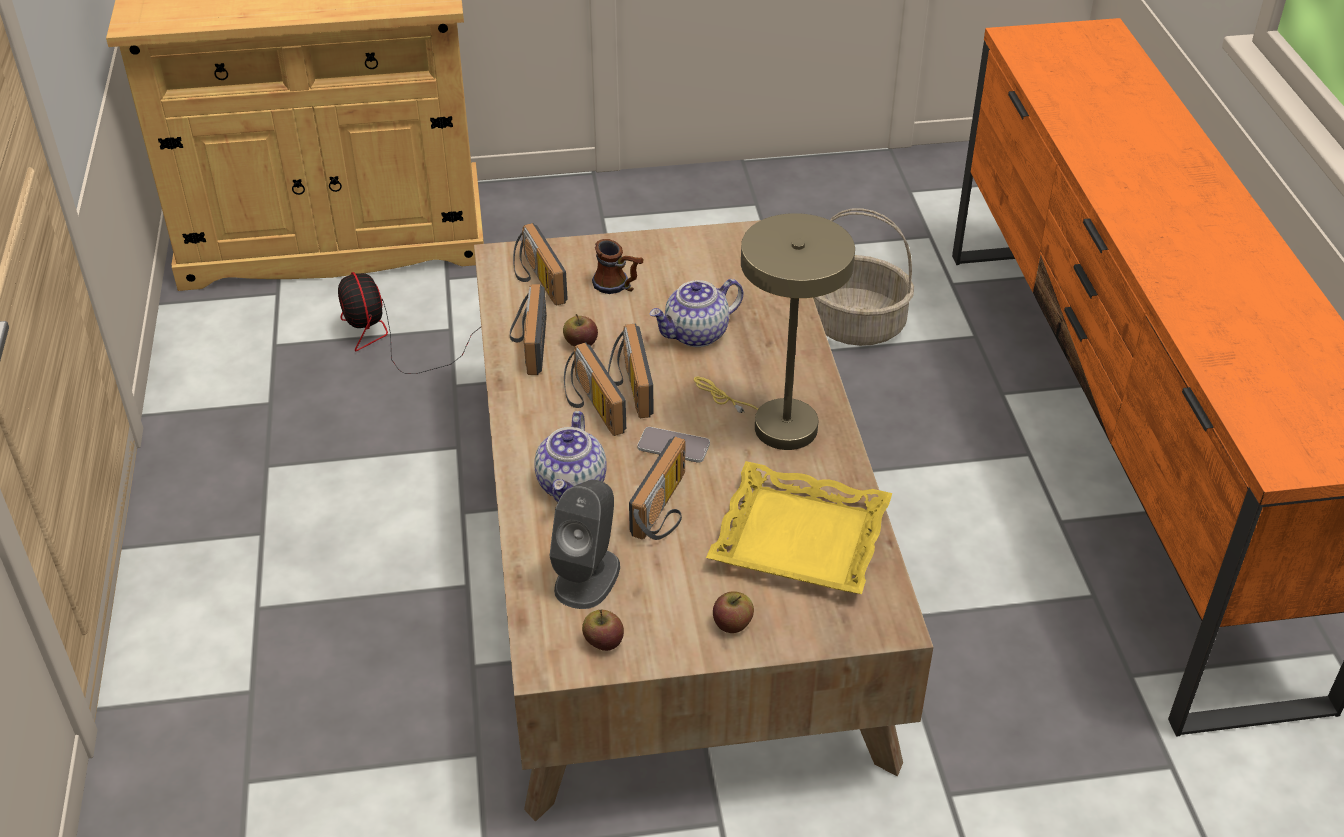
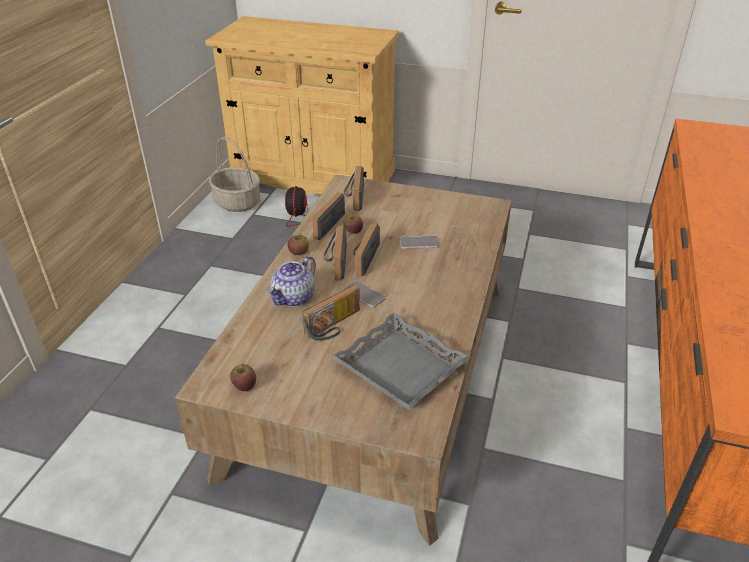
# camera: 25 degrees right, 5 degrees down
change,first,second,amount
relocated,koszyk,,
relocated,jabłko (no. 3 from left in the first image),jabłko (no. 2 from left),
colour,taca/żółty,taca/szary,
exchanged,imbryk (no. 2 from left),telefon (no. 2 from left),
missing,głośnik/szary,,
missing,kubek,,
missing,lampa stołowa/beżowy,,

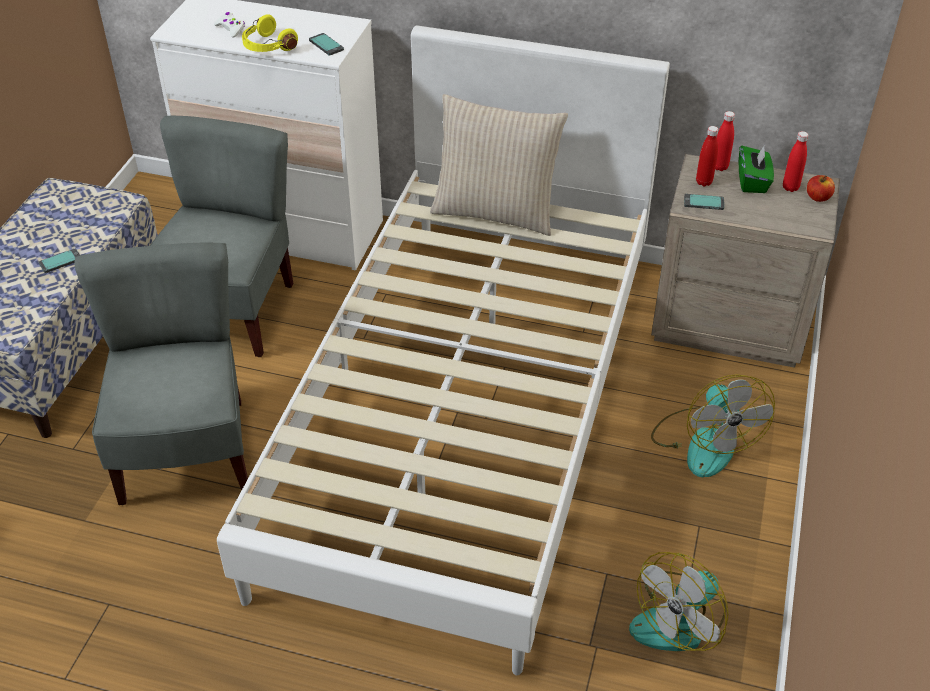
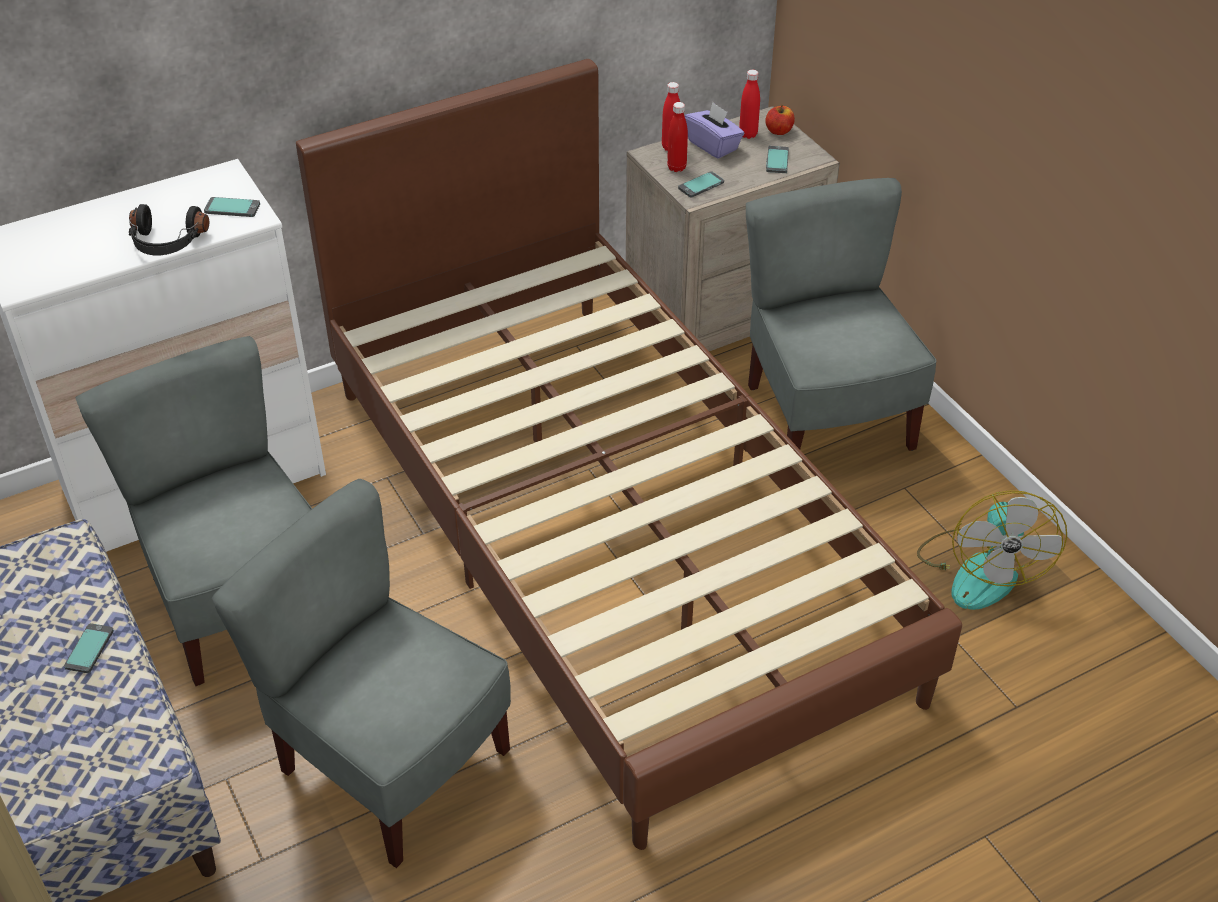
# camera: 45 degrees left, 0 degrees up
change,first,second,amount
colour,słuchawki/żółty,słuchawki/czarny,
colour,łóżko/biały,łóżko/brązowy,
colour,pudełko chusteczek/zielony,pudełko chusteczek/fioletowy,
exchanged,wentylator (no. 2 from left),krzesło/szary (no. 3 from left),
appeared,,telefon (no. 4 from left),
missing,pad do gier/biały,,
missing,poduszka/beżowy,,

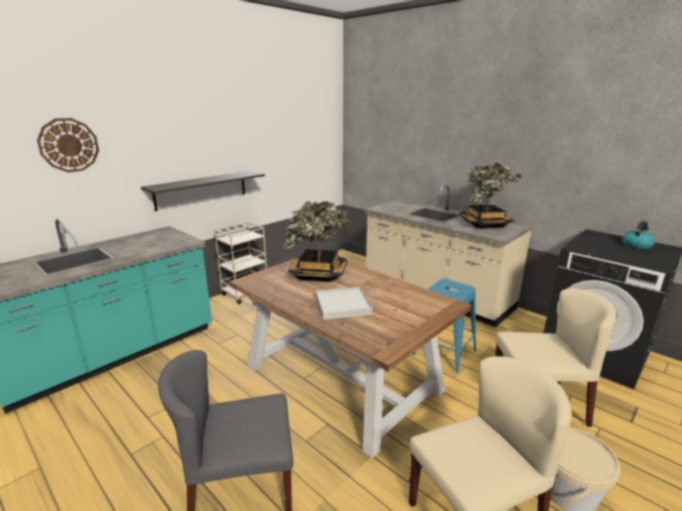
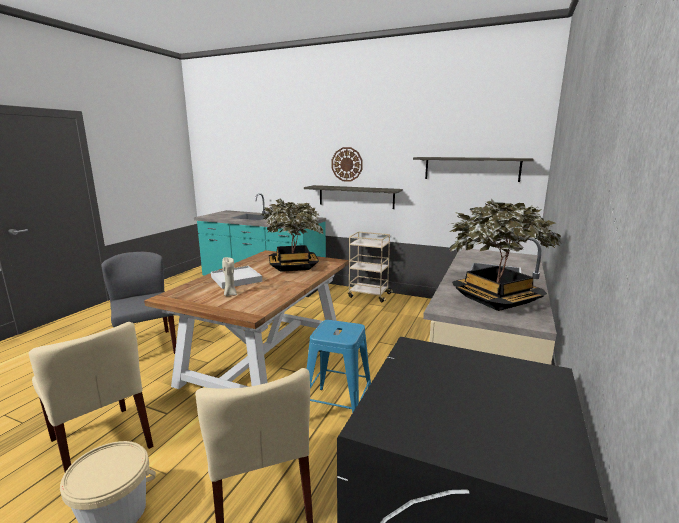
# camera: 70 degrees right, 5 degrees down
change,first,second,amount
appeared,,świeca/beżowy,
relocated,zegar ścienny,,
appeared,,półka (no. 2 from left),
missing,czajnik,,

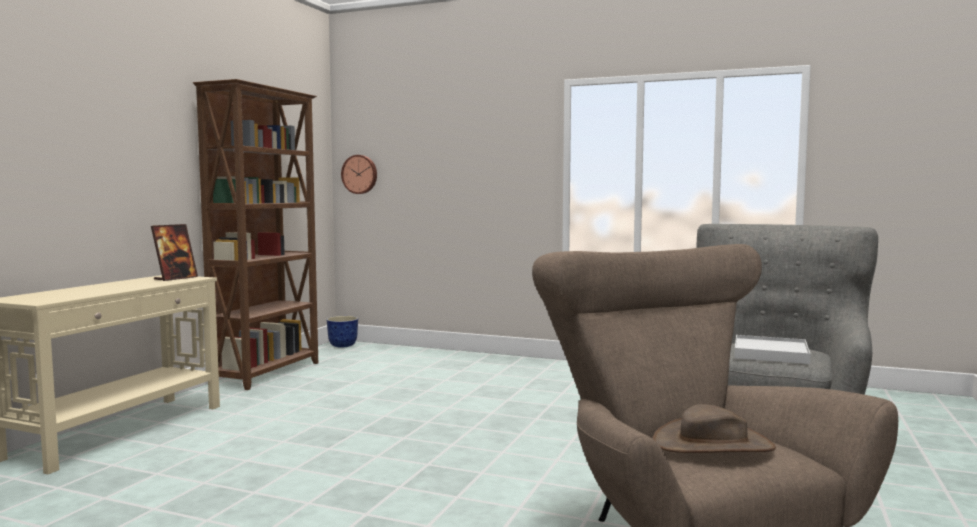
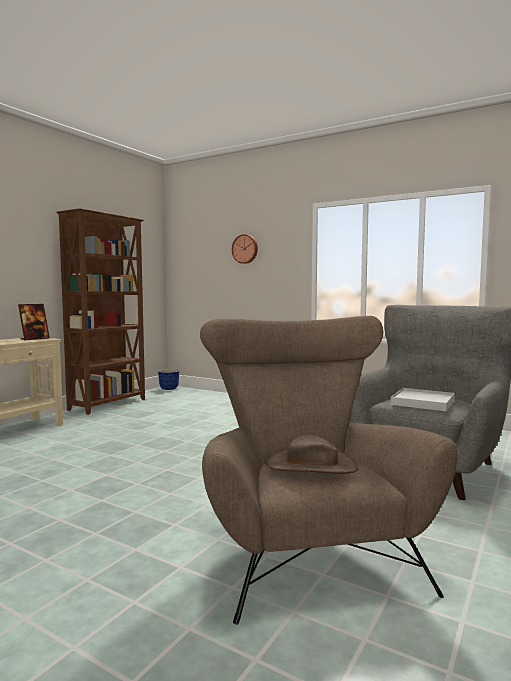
# camera: 10 degrees right, 0 degrees up
change,first,second,amount
relocated,zegar ścienny,,

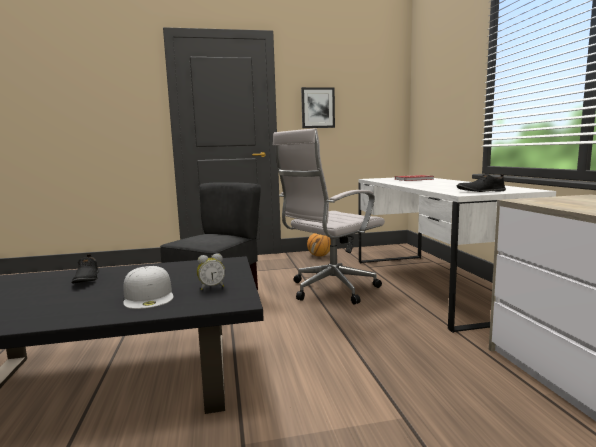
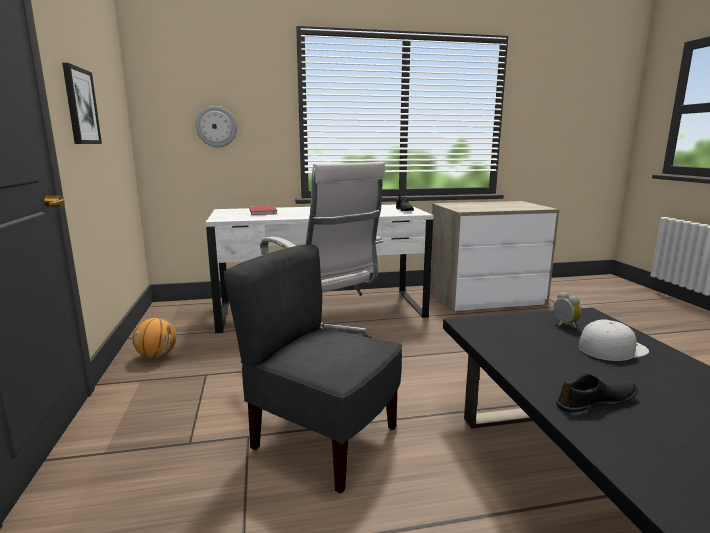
# camera: 90 degrees left, 5 degrees up
change,first,second,amount
appeared,,zegar ścienny,

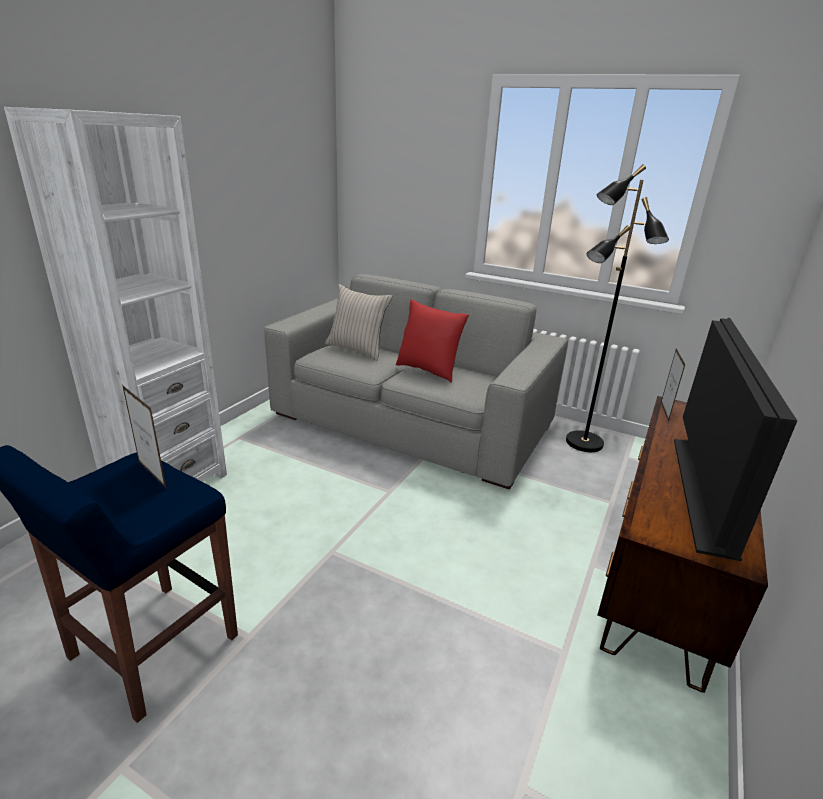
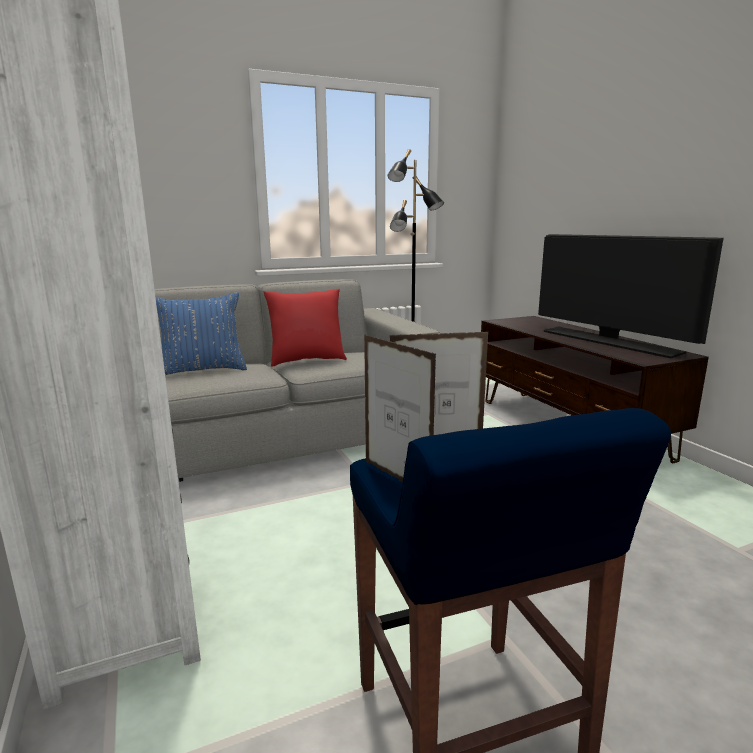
# camera: 50 degrees left, 10 degrees down
change,first,second,amount
colour,poduszka/beżowy,poduszka/niebieski,
relocated,ramka na zdjęcie (no. 2 from left in the first image),ramka na zdjęcie (no. 1 from left),

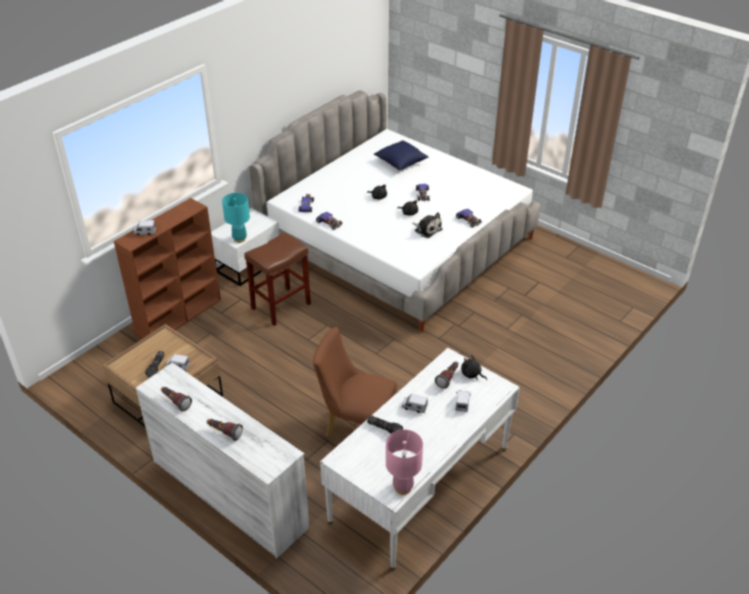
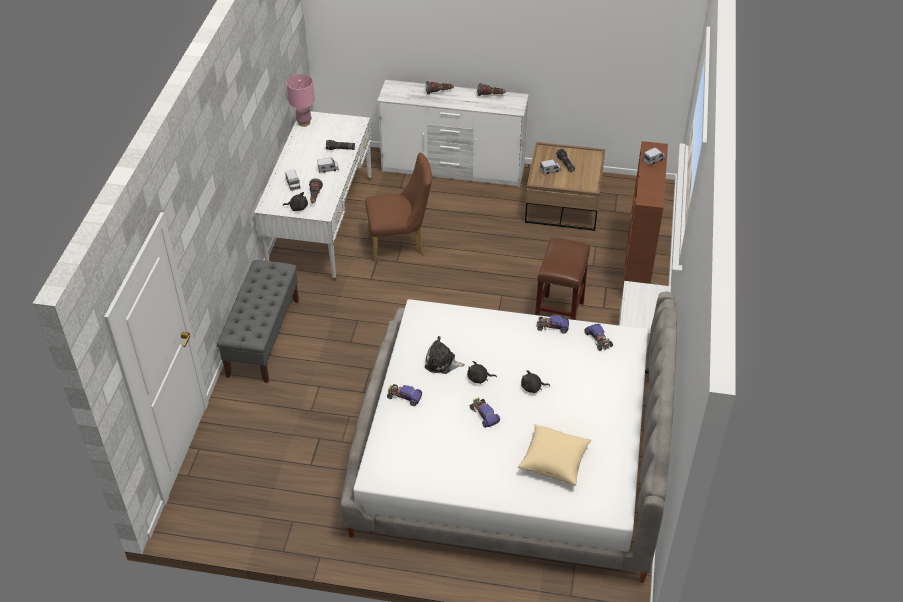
# camera: 150 degrees right, 5 degrees up
change,first,second,amount
appeared,,ławka/szary,
colour,poduszka/niebieski,poduszka/beżowy,
missing,lampa stołowa/turkusowy,,

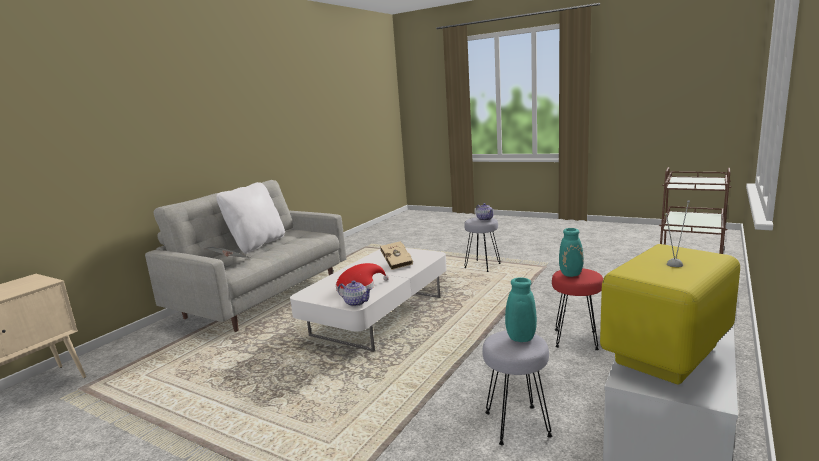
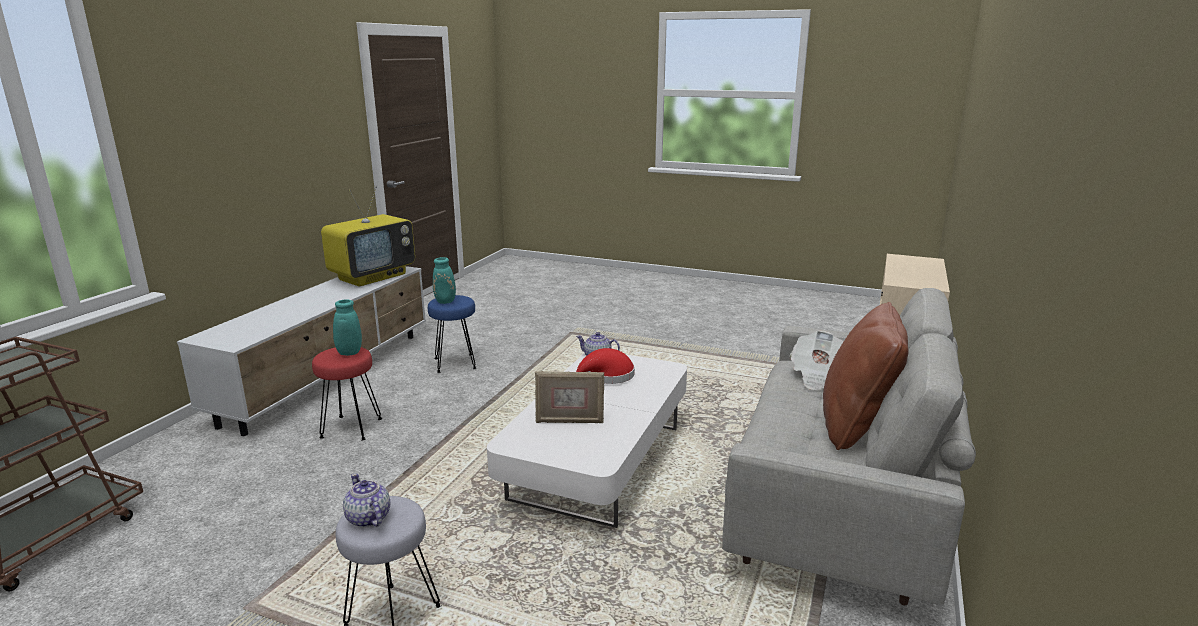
# camera: 170 degrees right, 5 degrees up
change,first,second,amount
colour,stołek/szary (no. 2 from left),stołek/niebieski,
exchanged,książka/beżowy,ramka na zdjęcie,
colour,poduszka/biały,poduszka/brązowy,

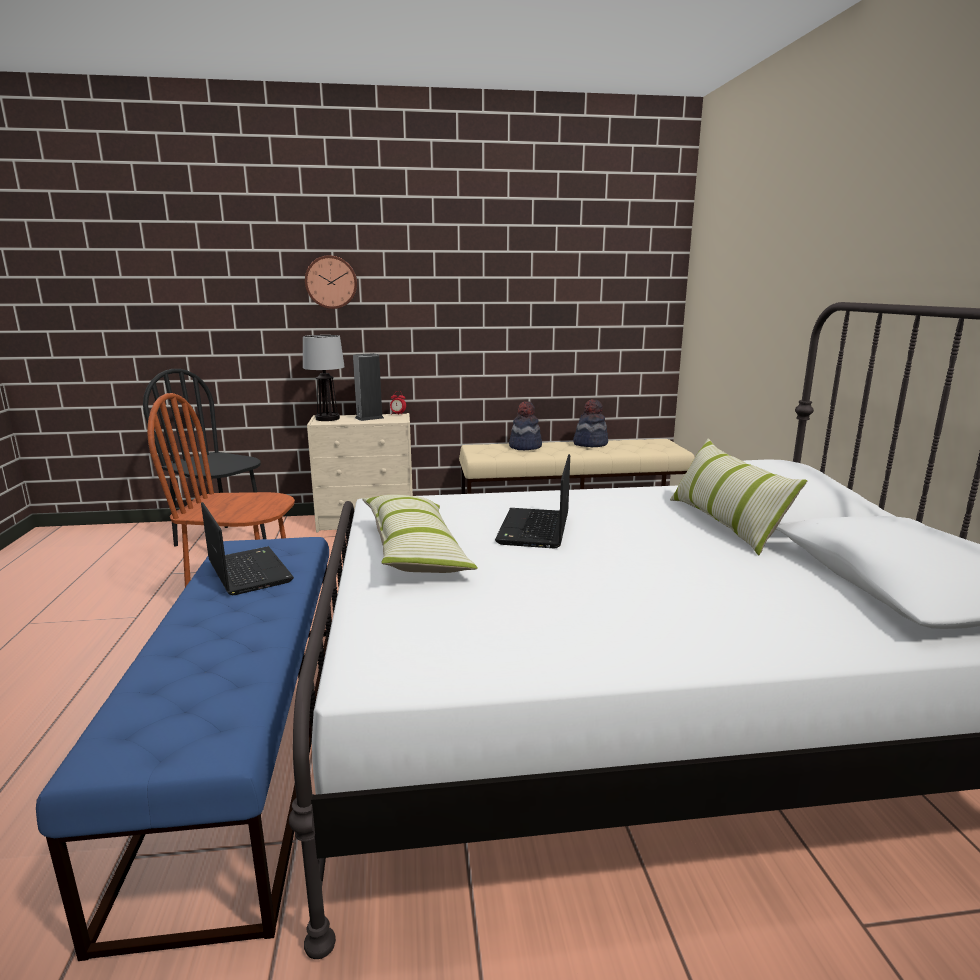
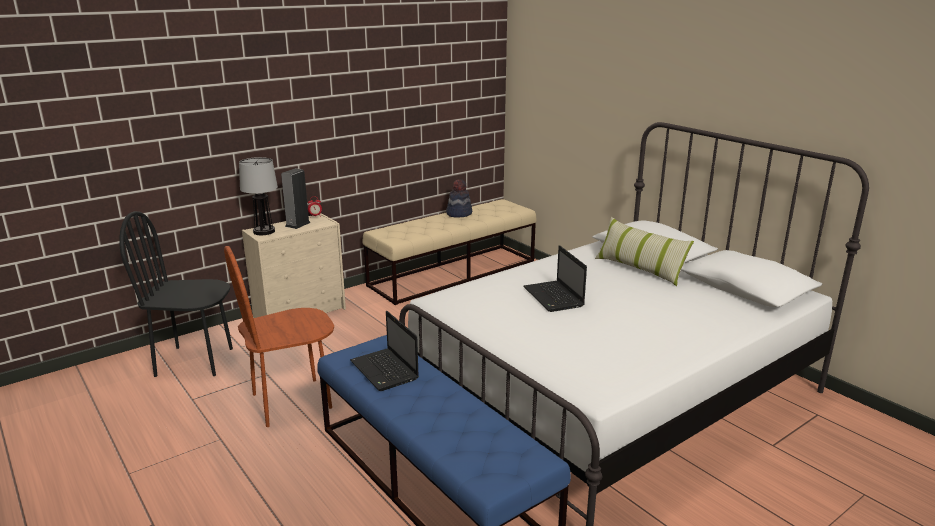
# camera: 30 degrees left, 5 degrees up
change,first,second,amount
spun,laptop (no. 1 from left),,150 degrees counterclockwise
missing,zegar ścienny,,
missing,poduszka (no. 1 from left),,
missing,kapelusz (no. 1 from left),,

